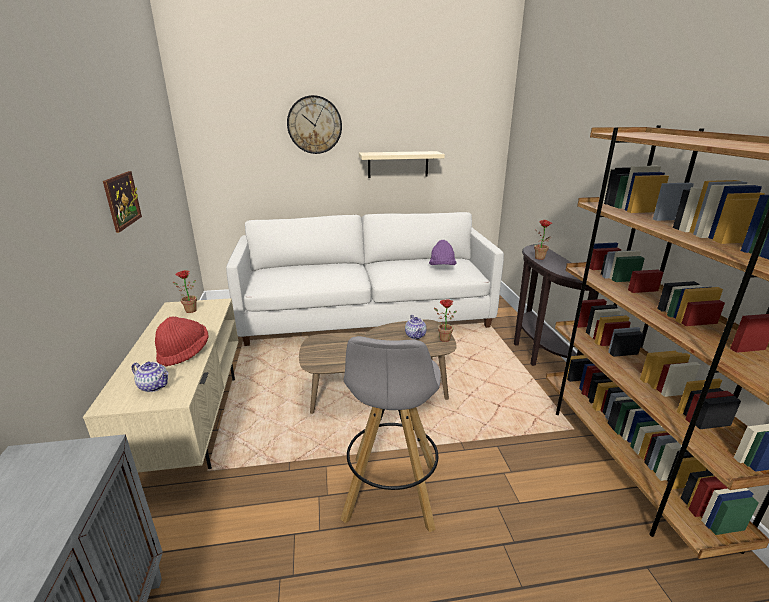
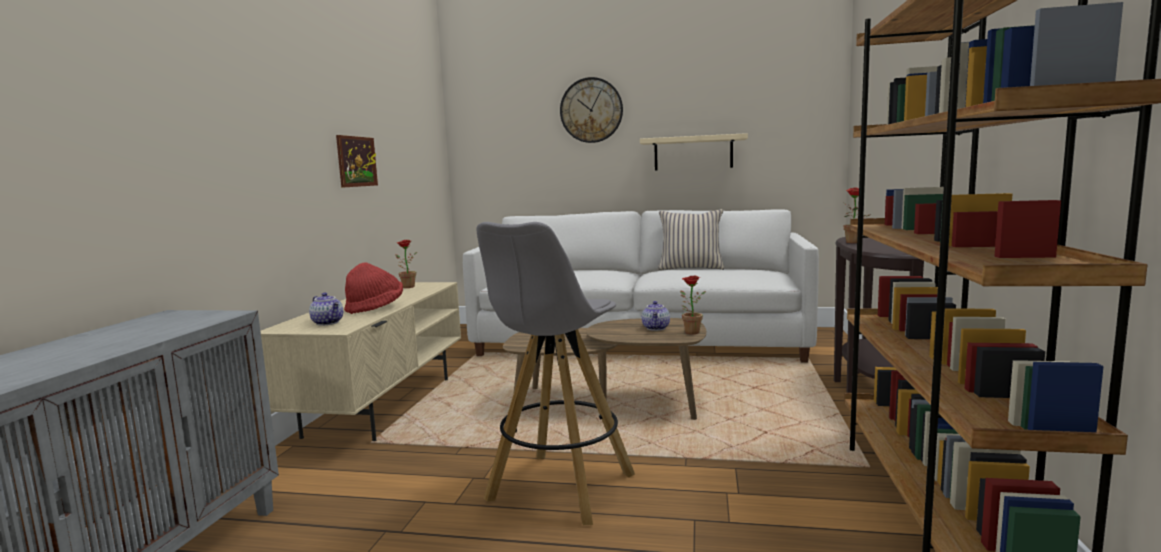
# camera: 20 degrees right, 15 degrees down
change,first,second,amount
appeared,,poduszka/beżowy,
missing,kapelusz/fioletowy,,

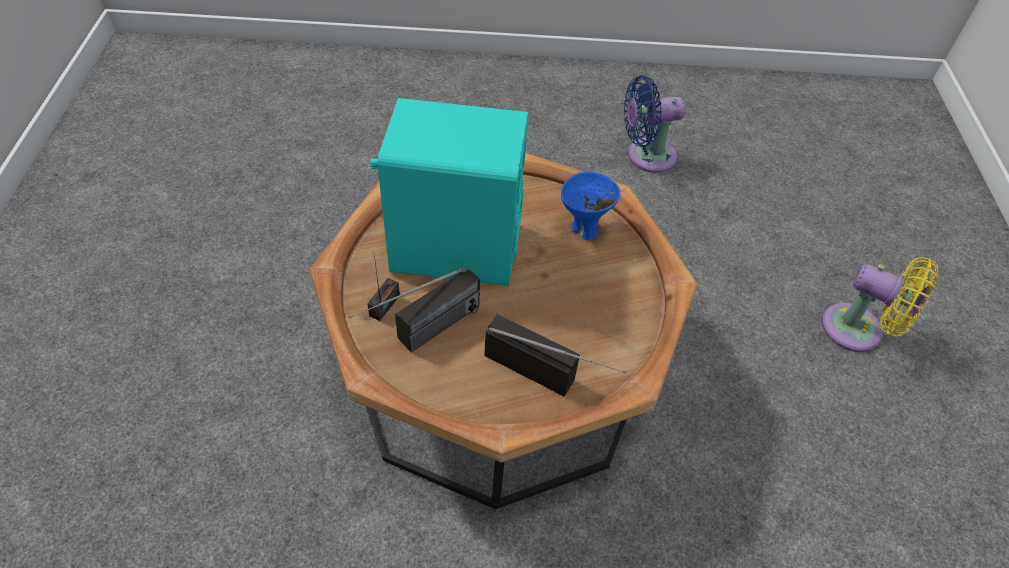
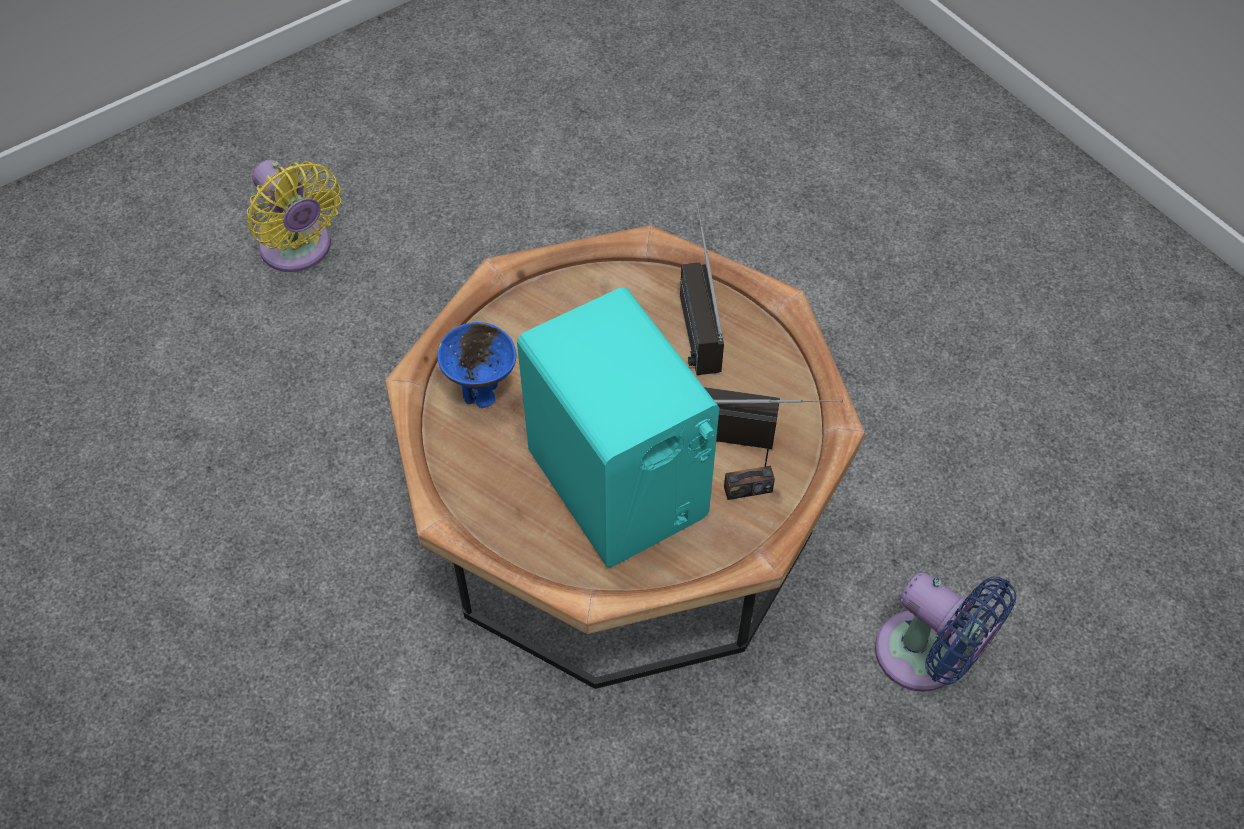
# camera: 125 degrees left, 5 degrees up
change,first,second,amount
spun,wentylator/żółty,,150 degrees clockwise
relocated,wentylator/niebieski,,

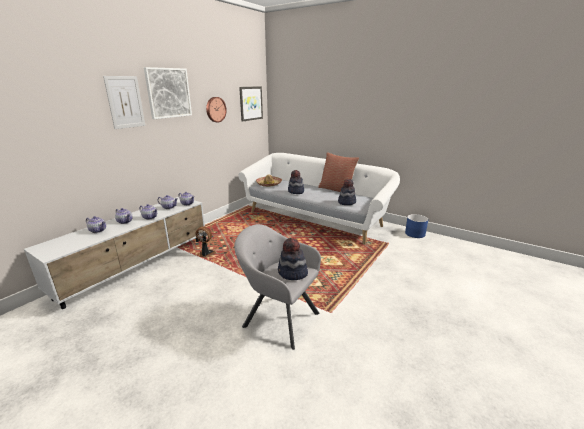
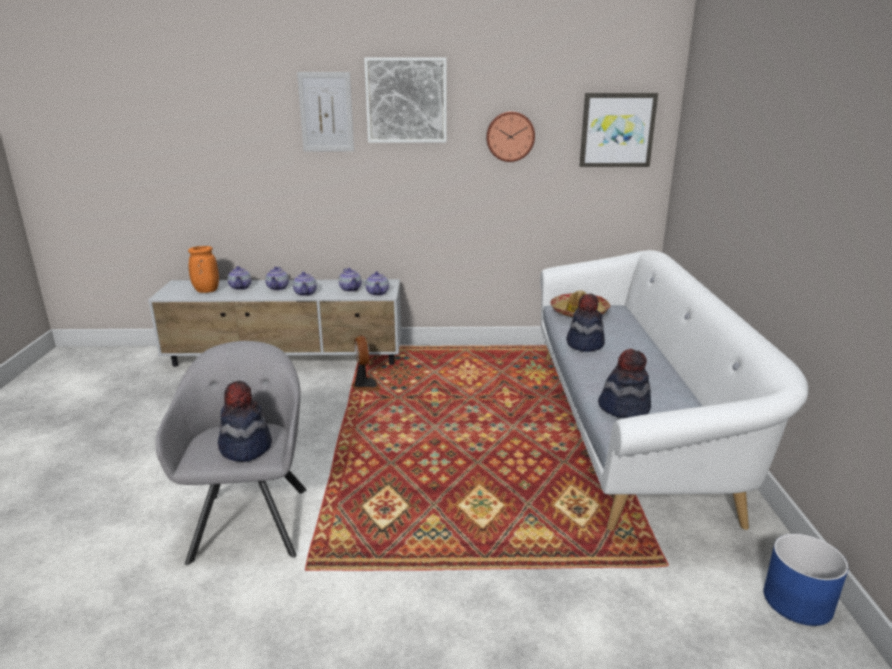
# camera: 55 degrees right, 0 degrees up
change,first,second,amount
appeared,,wazon/pomarańczowy,
missing,poduszka,,

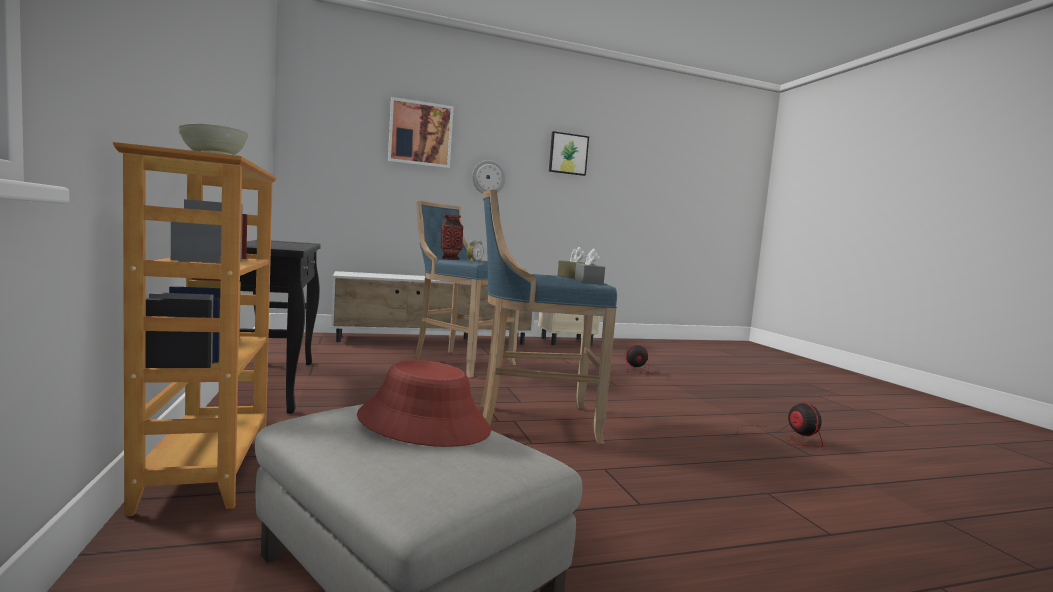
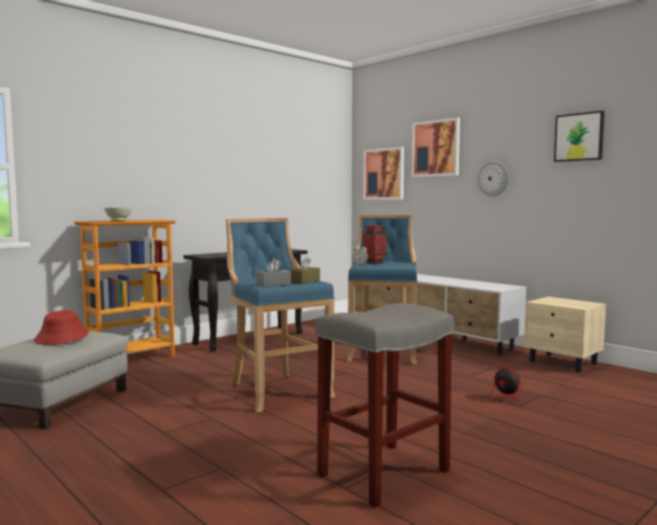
# camera: 65 degrees right, 0 degrees up
change,first,second,amount
exchanged,wentylator (no. 2 from left),stołek/szary,
appeared,,obraz (no. 1 from left),

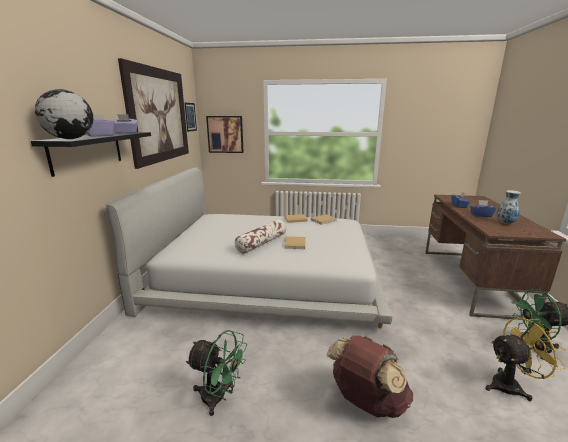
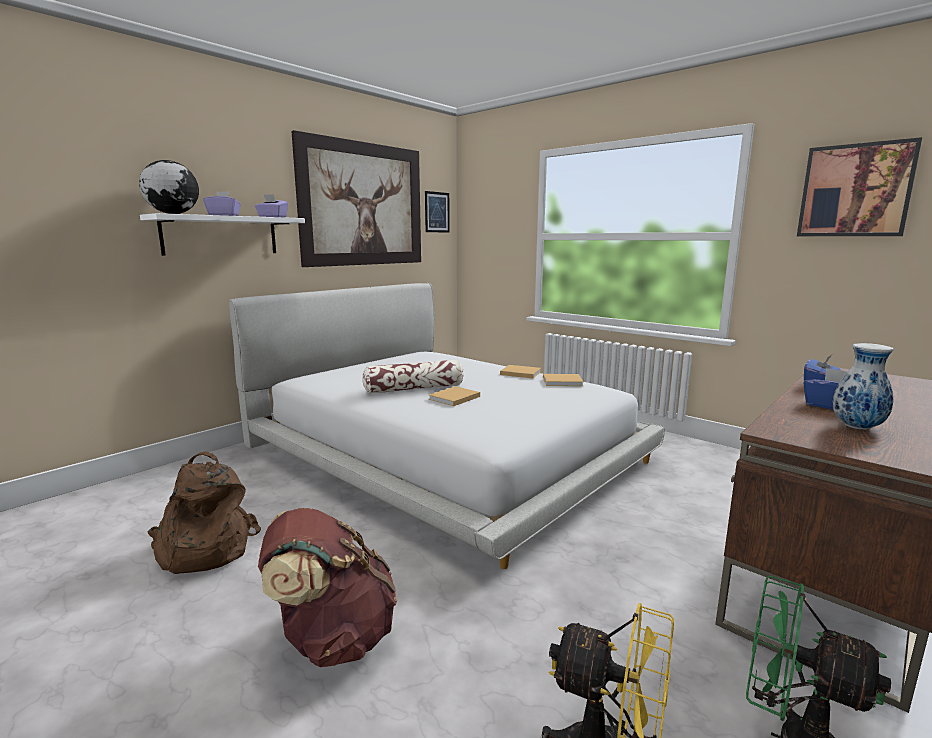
# camera: 35 degrees right, 5 degrees down
change,first,second,amount
colour,półka/czarny,półka/biały,
exchanged,wentylator/zielony (no. 1 from left),plecak/brązowy (no. 1 from left),
relocated,obraz (no. 3 from left),,

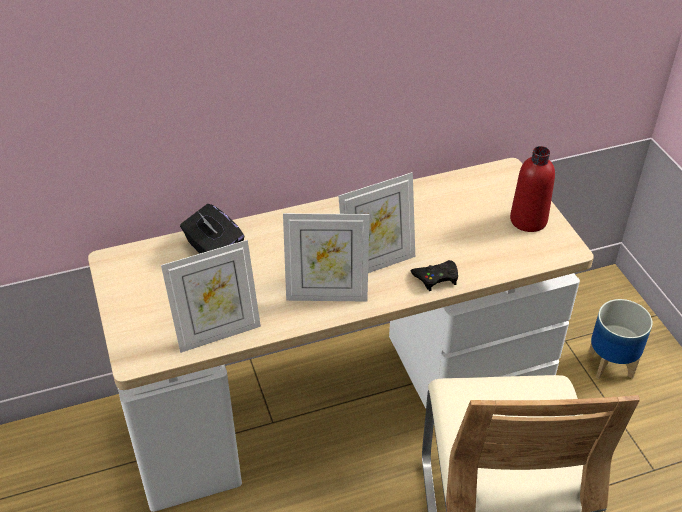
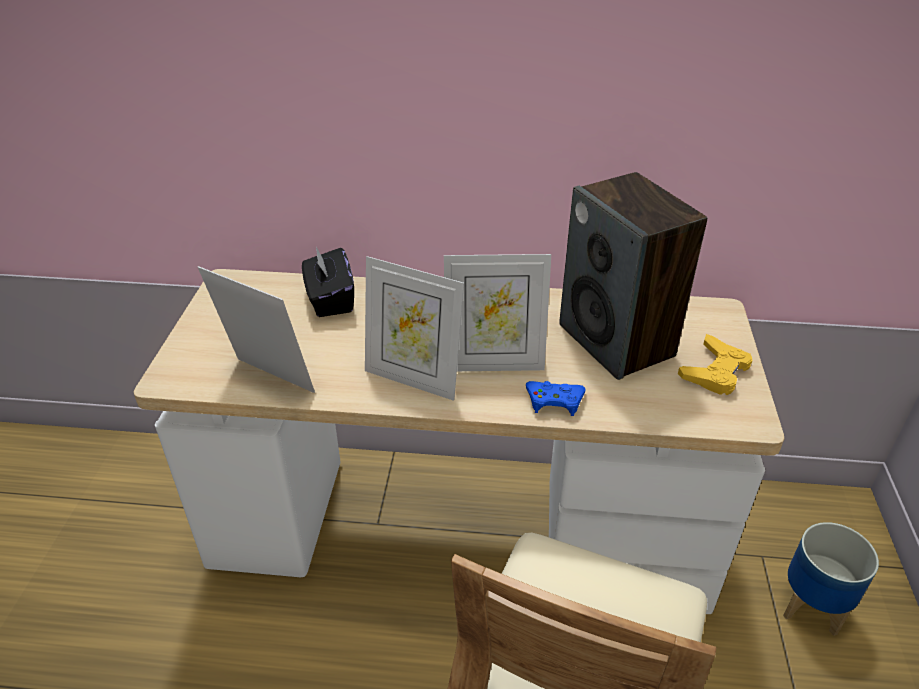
# camera: 25 degrees right, 5 degrees down
change,first,second,amount
spun,ramka na zdjęcie (no. 1 from left),,150 degrees counterclockwise
colour,pad do gier/czarny,pad do gier/niebieski,
appeared,,głośnik,
exchanged,butelka/czerwony,pad do gier/żółty,

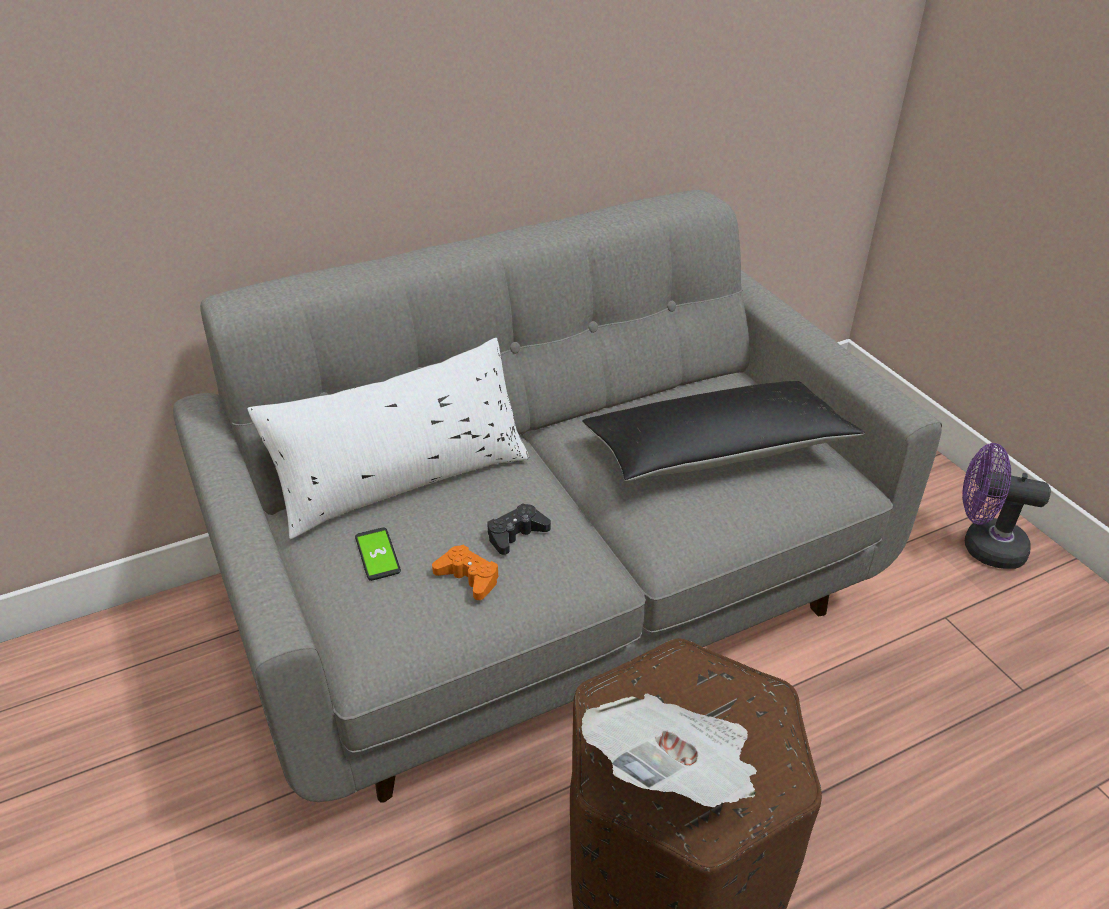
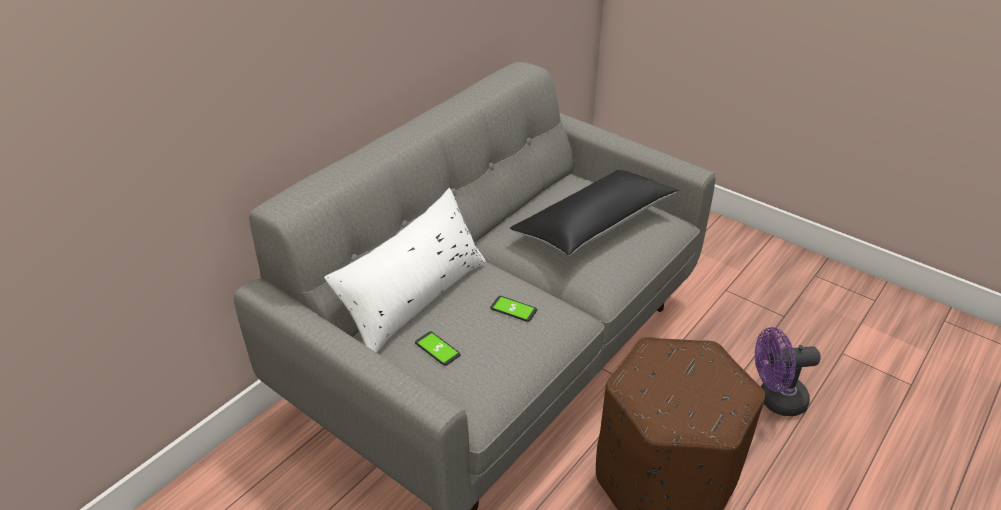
# camera: 25 degrees left, 0 degrees up
change,first,second,amount
exchanged,pad do gier/czarny,telefon (no. 2 from left),
relocated,wentylator/fioletowy,,
missing,pad do gier/pomarańczowy,,
missing,gazeta,,

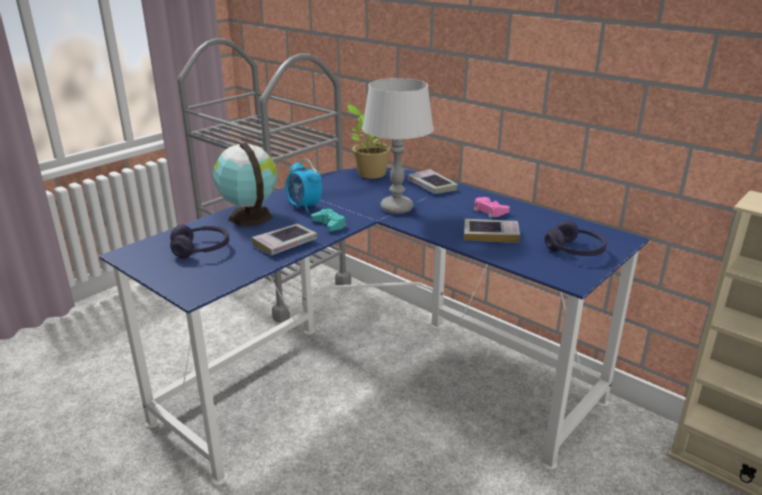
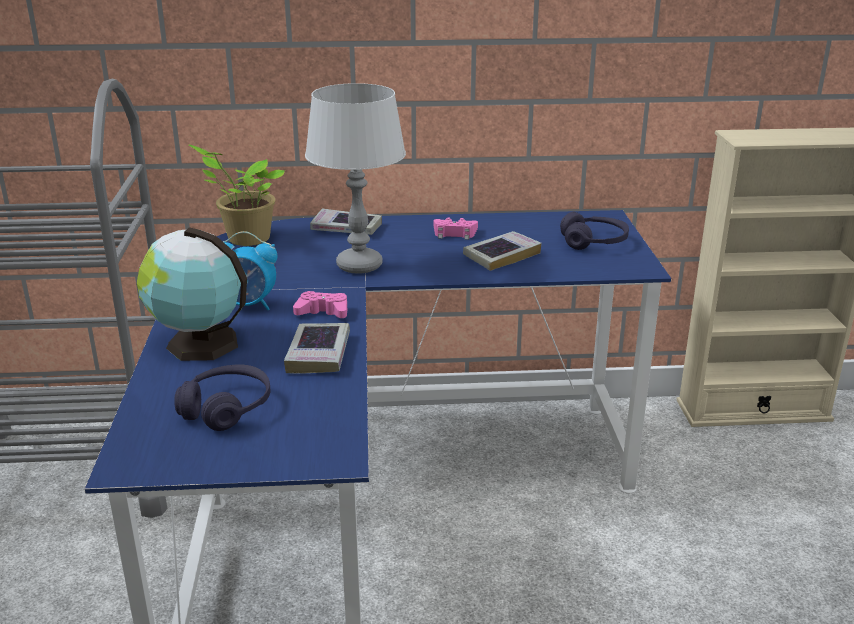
# camera: 45 degrees left, 0 degrees up
change,first,second,amount
colour,pad do gier/turkusowy,pad do gier/różowy (no. 1 from left),

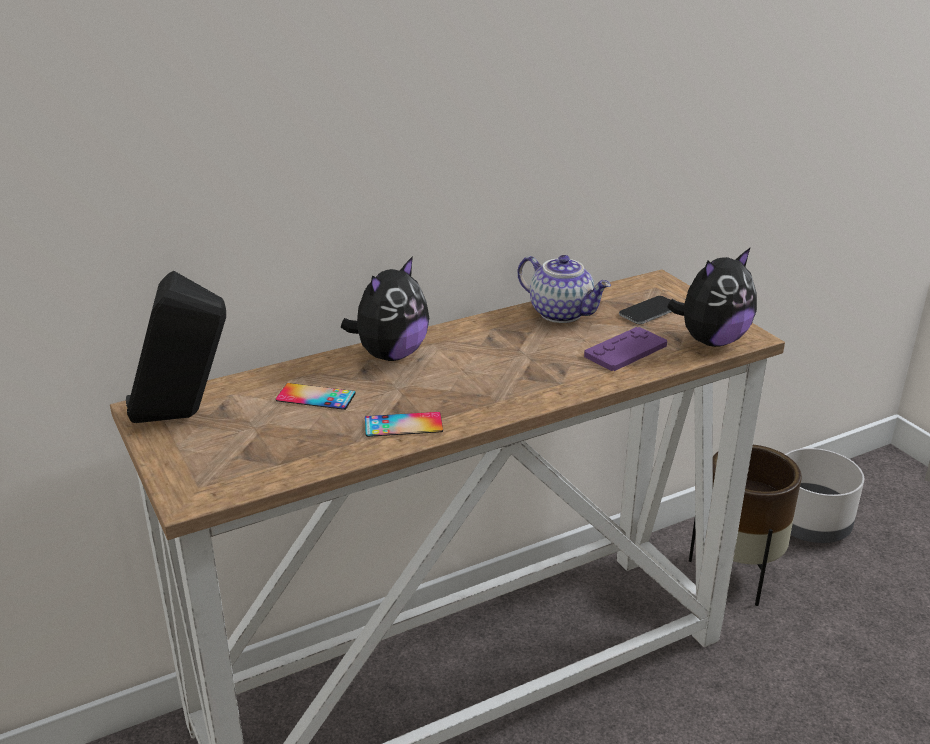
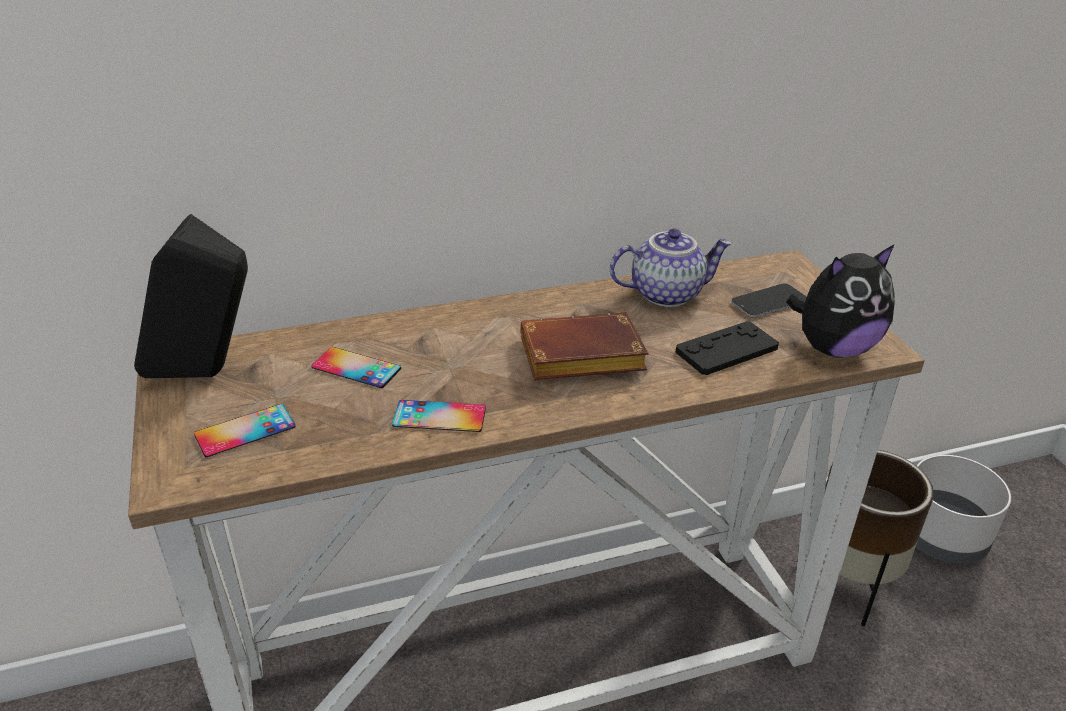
# camera: 10 degrees right, 5 degrees up
change,first,second,amount
appeared,,telefon (no. 1 from left),
appeared,,książka/brązowy,
spun,imbryk,,60 degrees counterclockwise
colour,pad do gier/fioletowy,pad do gier/czarny,
missing,pluszak (no. 1 from left),,

